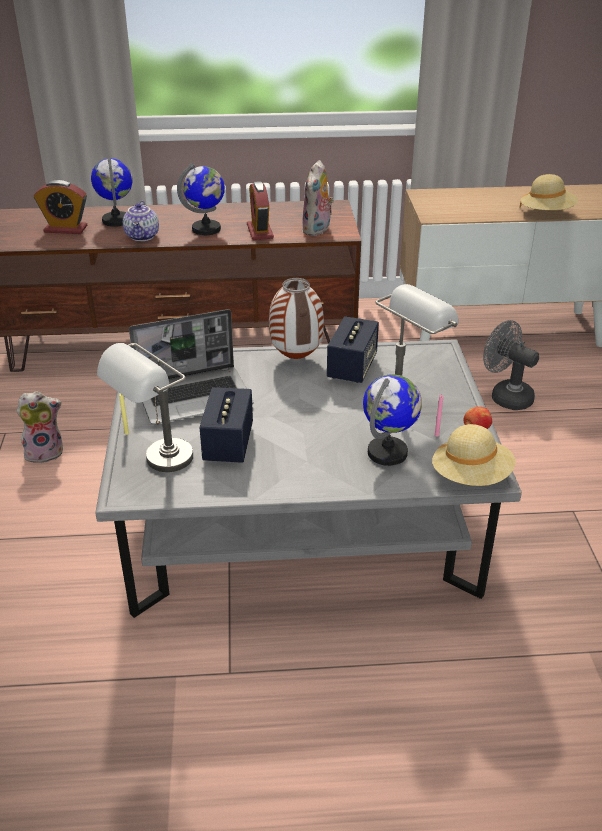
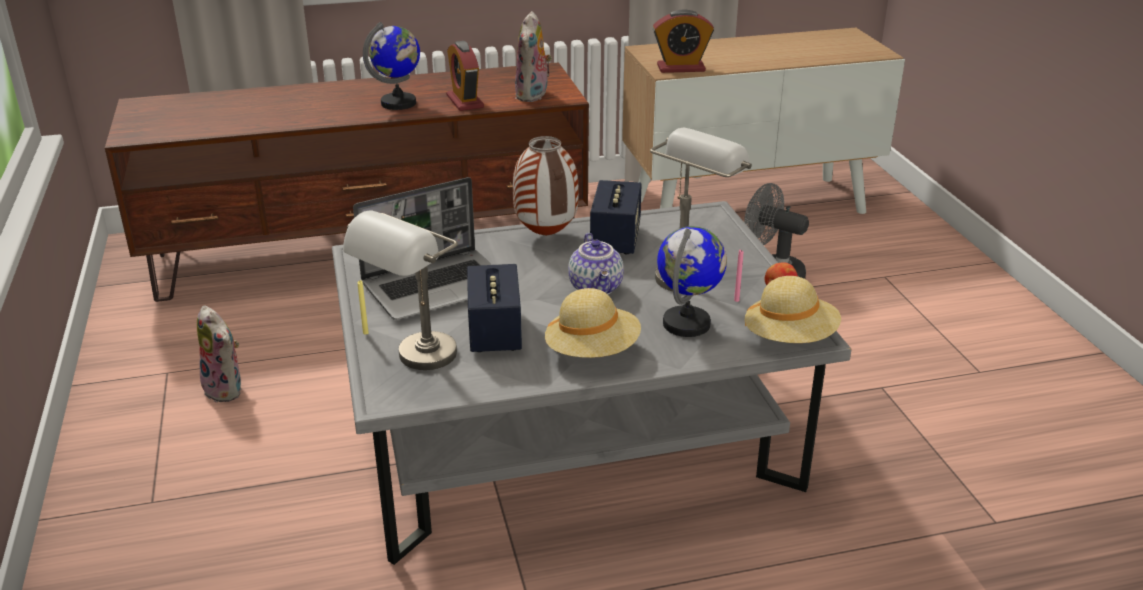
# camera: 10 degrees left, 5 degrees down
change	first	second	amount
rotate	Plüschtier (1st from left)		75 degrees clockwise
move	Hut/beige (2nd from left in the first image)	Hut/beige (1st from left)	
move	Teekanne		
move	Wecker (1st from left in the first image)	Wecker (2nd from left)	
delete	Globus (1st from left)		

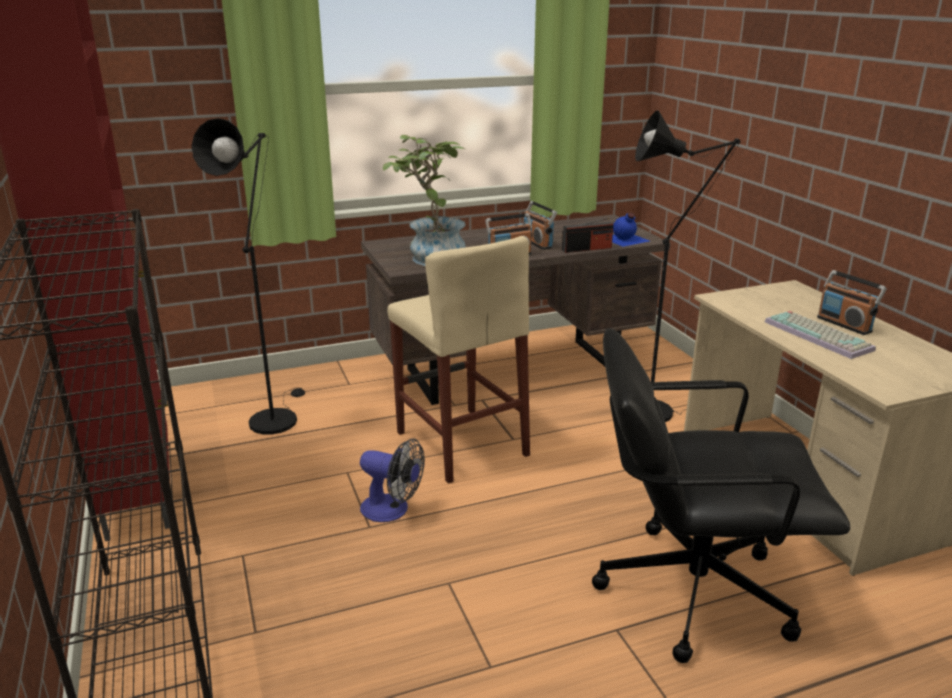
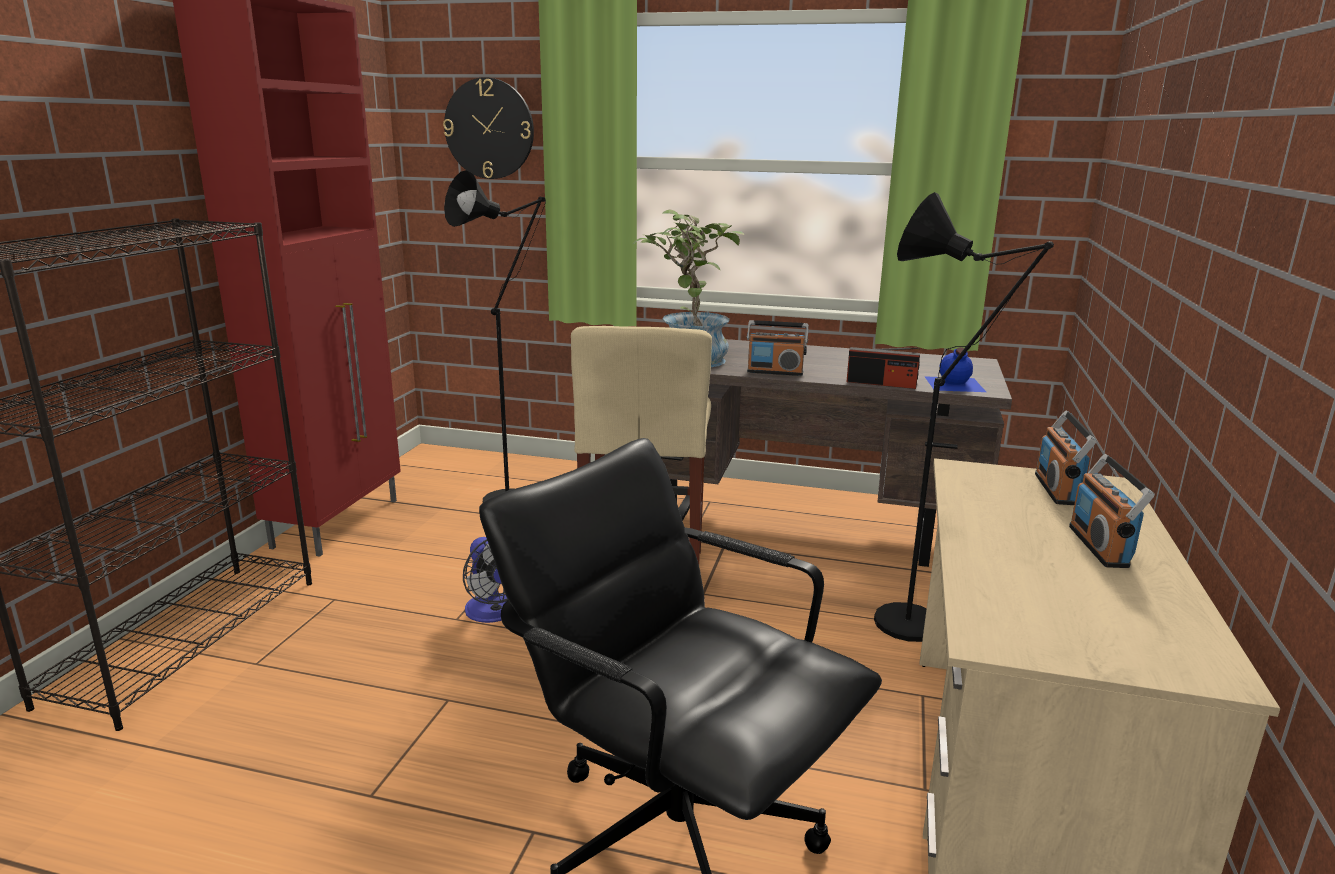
# camera: 35 degrees right, 5 degrees down
change	first	second	amount
insert		Wanduhr	
move	Radio (2nd from left in the first image)	Radio (3rd from left)	
delete	Tastatur		

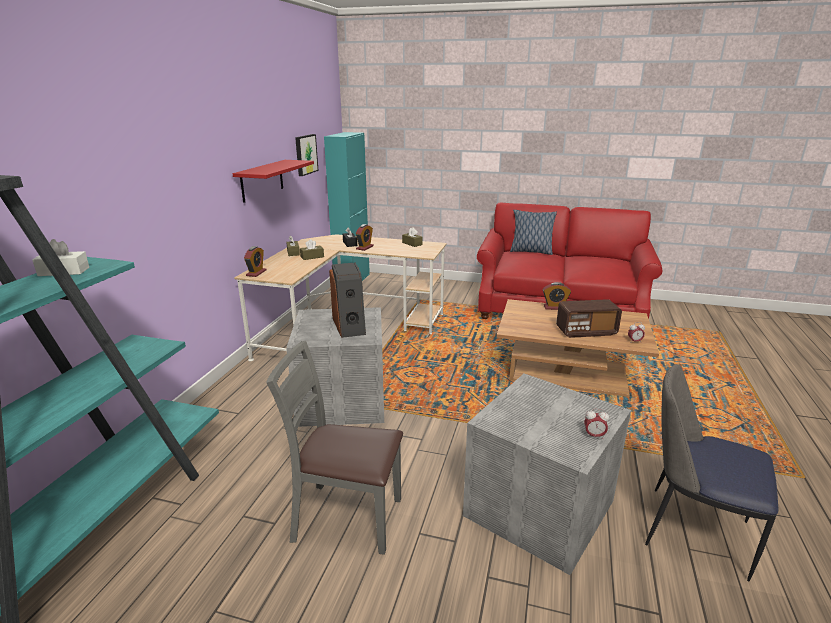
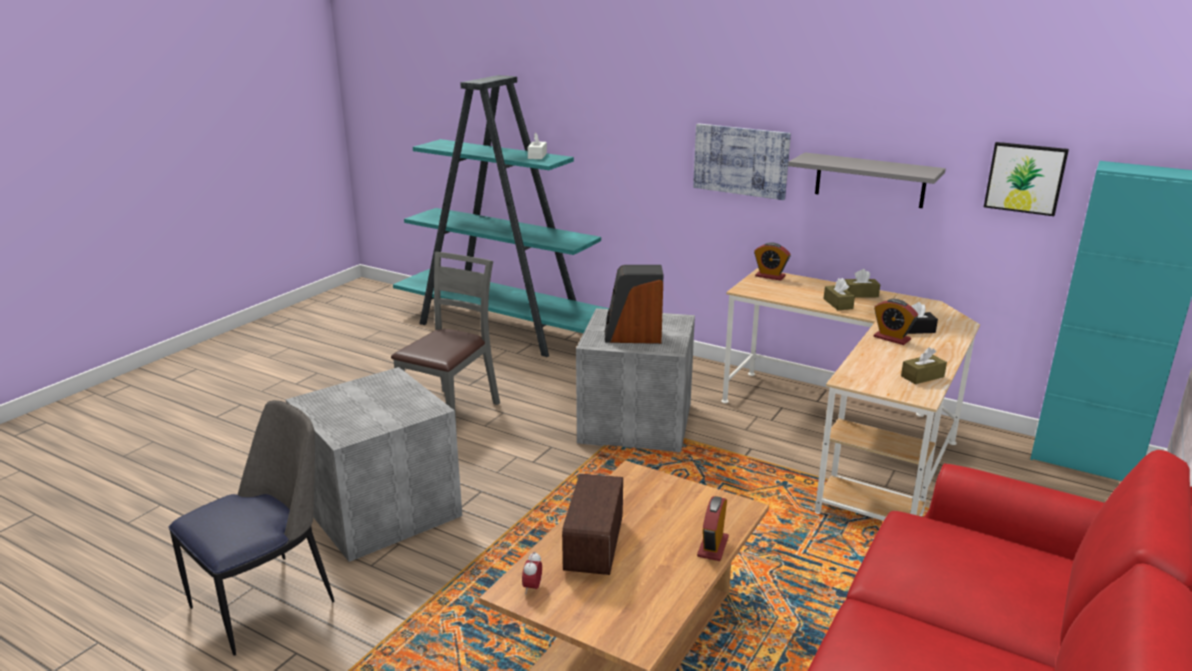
# camera: 105 degrees right, 0 degrees up
change	first	second	amount
insert		Bild (1st from left)	
recolor	Wandregal/rot	Wandregal/grau	
delete	Kissen		
delete	Wecker (4th from left)		

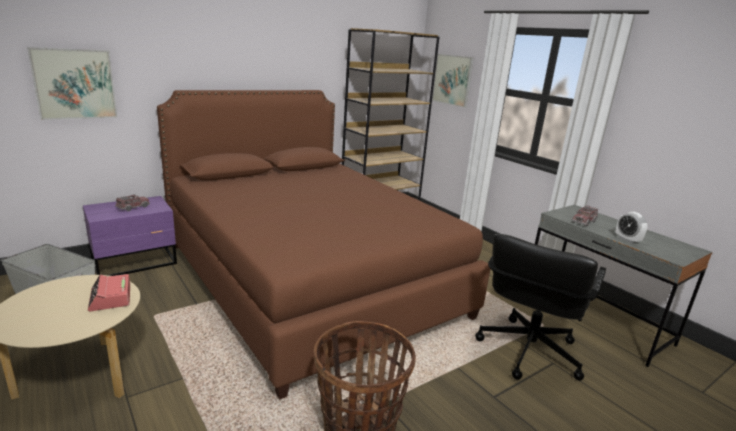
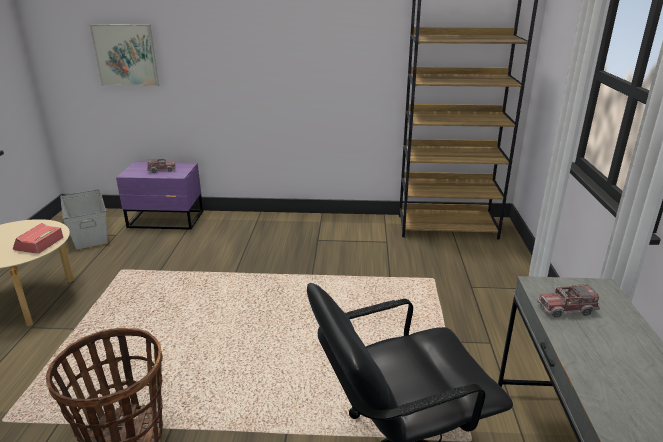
# camera: 40 degrees right, 5 degrees up
change	first	second	amount
delete	Bett/braun		
delete	Bild (2nd from left)		
delete	Wecker (2nd from left)		

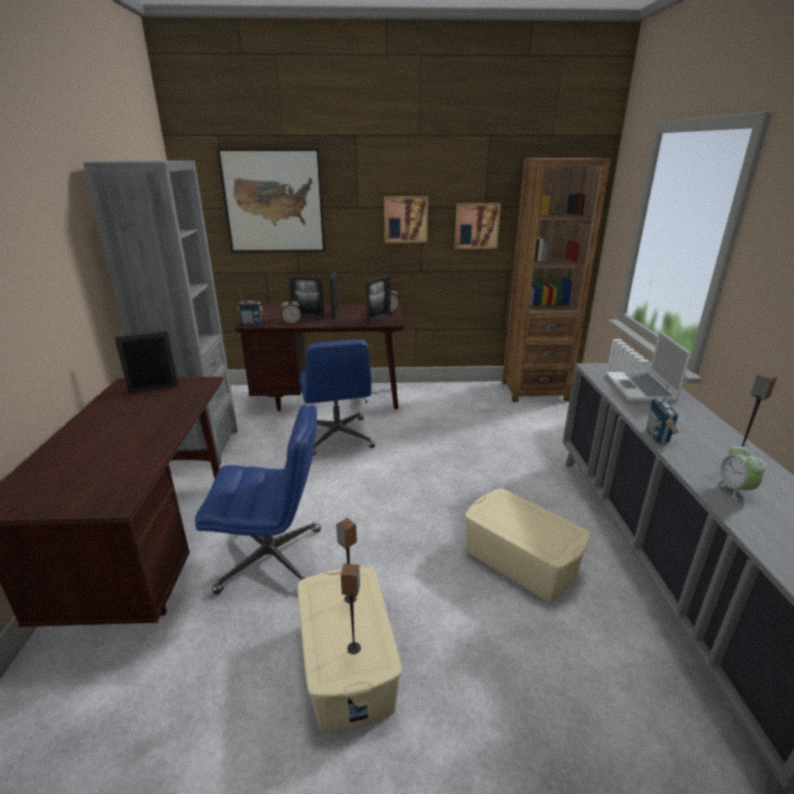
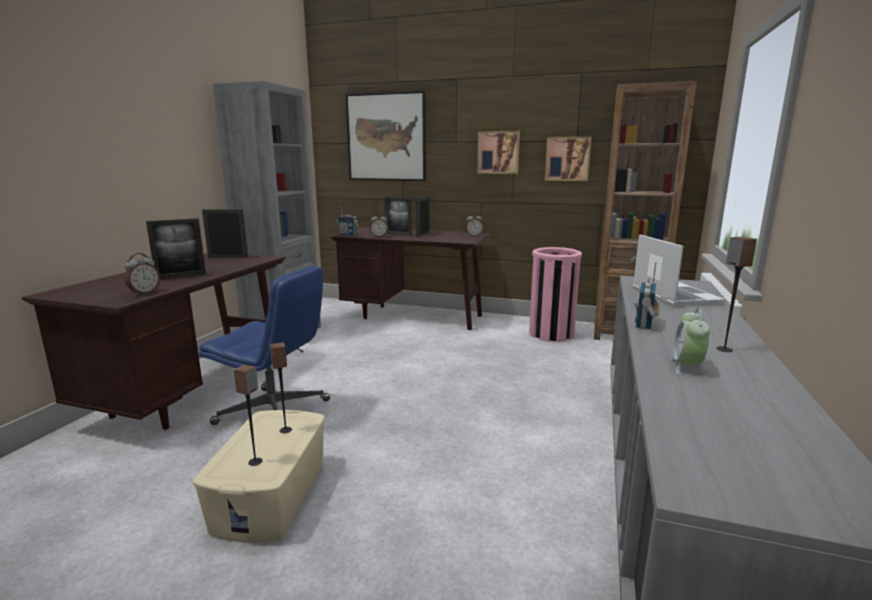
# camera: 20 degrees right, 10 degrees down
change	first	second	amount
insert		Wecker (1st from left)	
move	Bilderrahmen (4th from left in the first image)	Bilderrahmen (1st from left)	
insert		Mülleimer/rosa	
rotate	Laptop		150 degrees clockwise
delete	Bürostuhl/blau (2nd from left)		
delete	Aufbewahrungsbox/beige (2nd from left)		

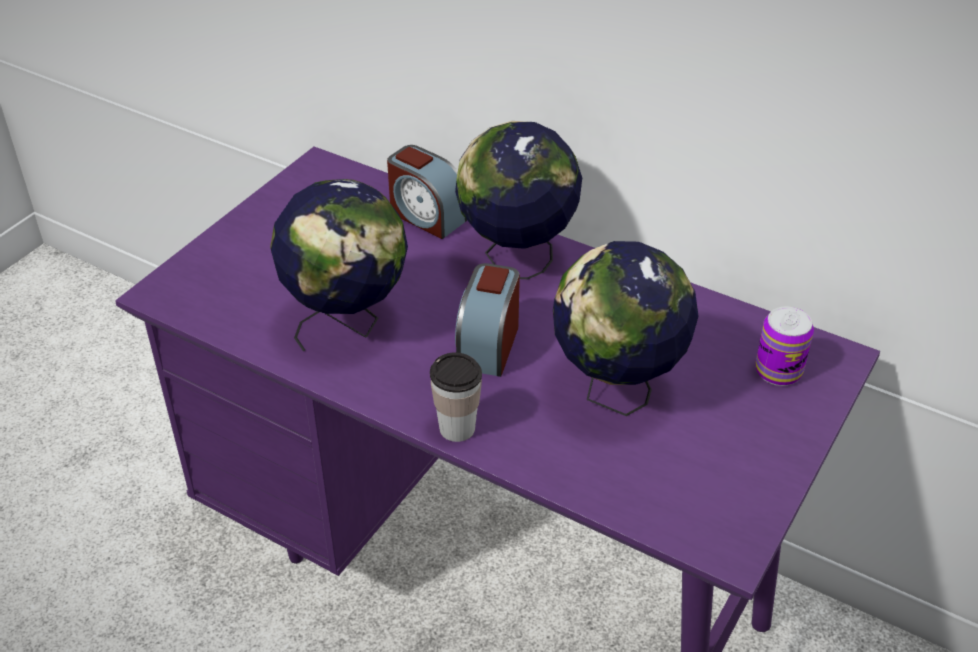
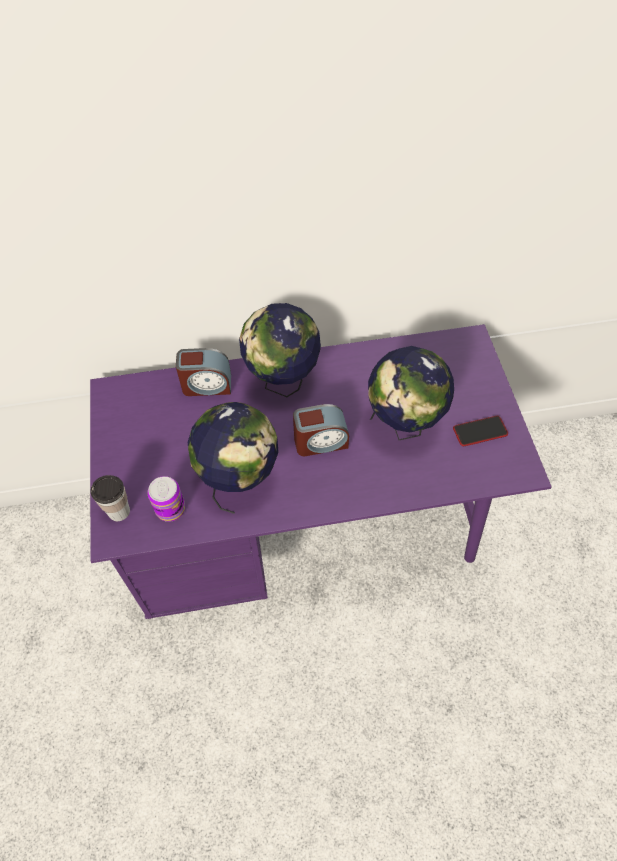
# camera: 40 degrees left, 15 degrees up
change	first	second	amount
move	Tasse		
move	Dose		
rotate	Wecker (2nd from left)		75 degrees counterclockwise
insert		Handy	

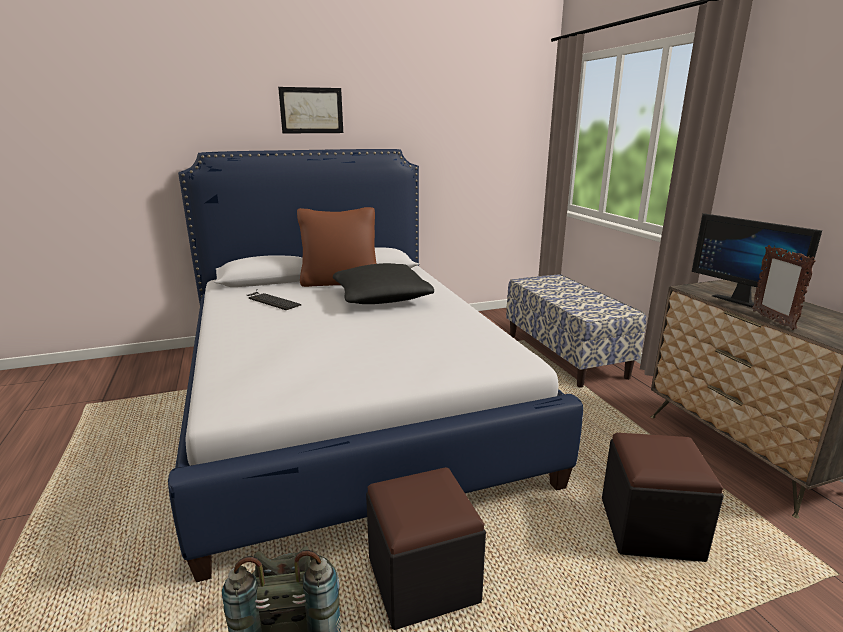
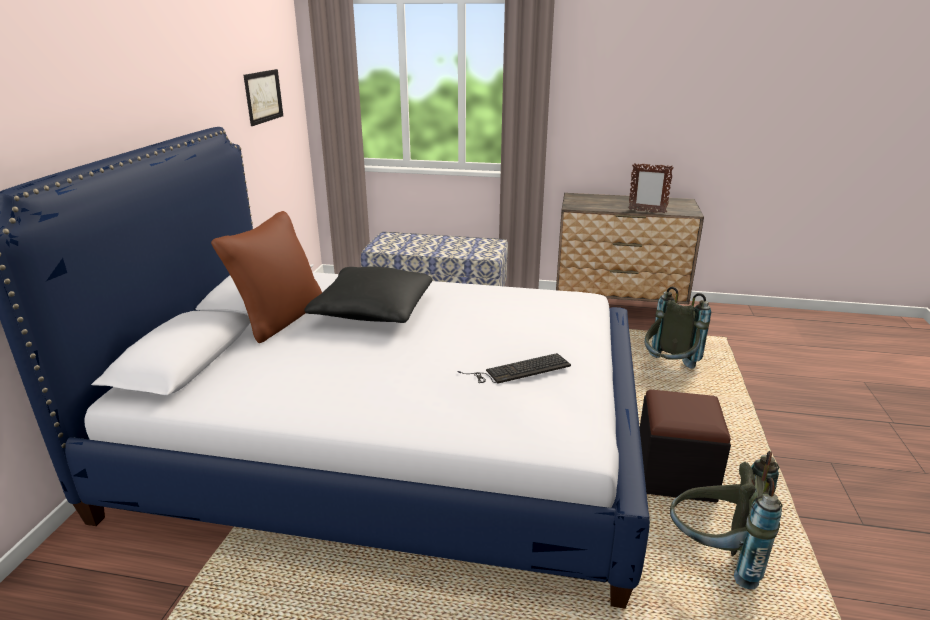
# camera: 60 degrees left, 5 degrees up
change	first	second	amount
move	Bild		
move	Tastatur		
replace	Polsterhocker/schwarz (2nd from left)	Rucksack/grau (1st from left)	
delete	Monitor		

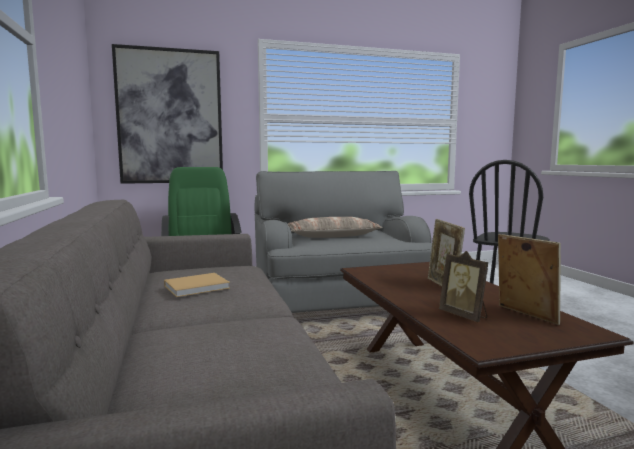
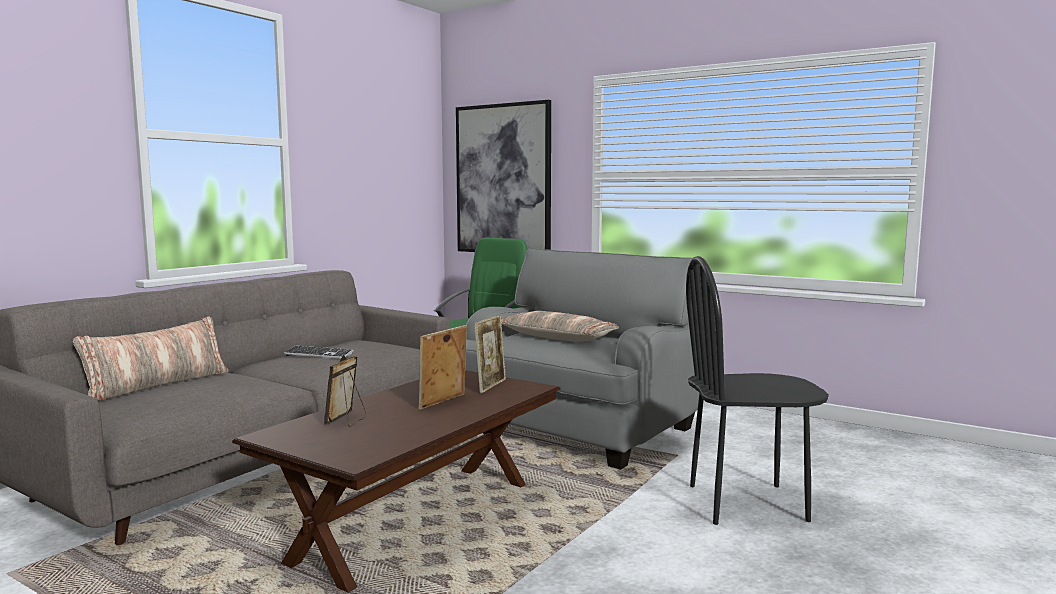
# camera: 50 degrees right, 0 degrees up
change	first	second	amount
insert		Kissen (1st from left)	
replace	Buch/beige	Tastatur	
move	Bilderrahmen (3rd from left)		

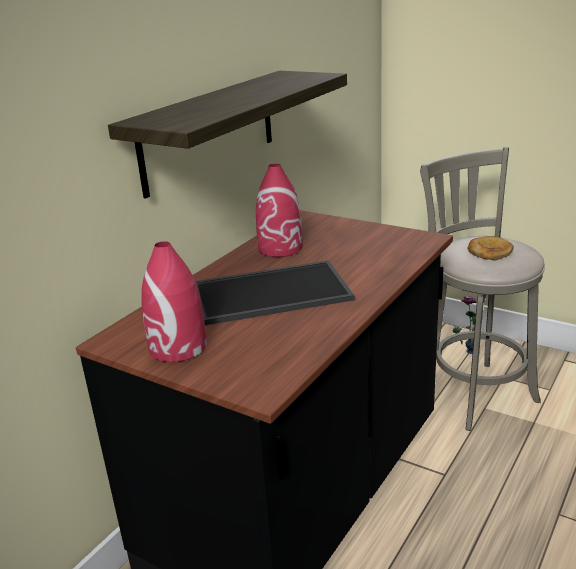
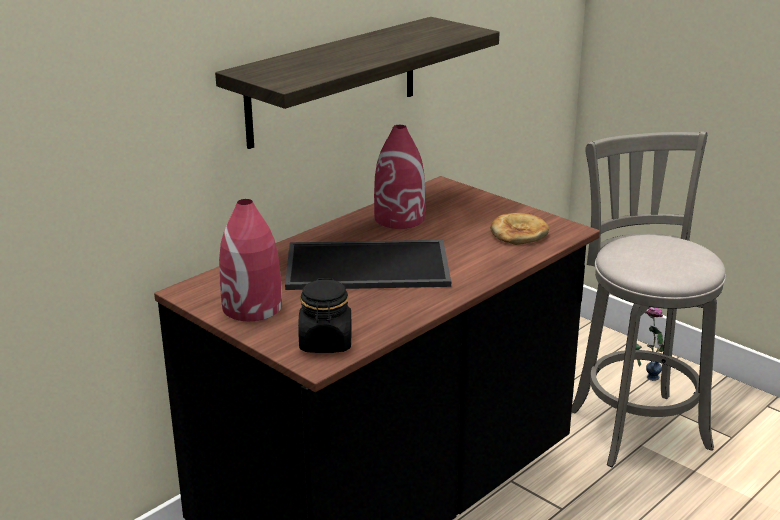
# camera: 10 degrees right, 0 degrees up
change	first	second	amount
insert		Vorratsglas/schwarz	
move	Brot		

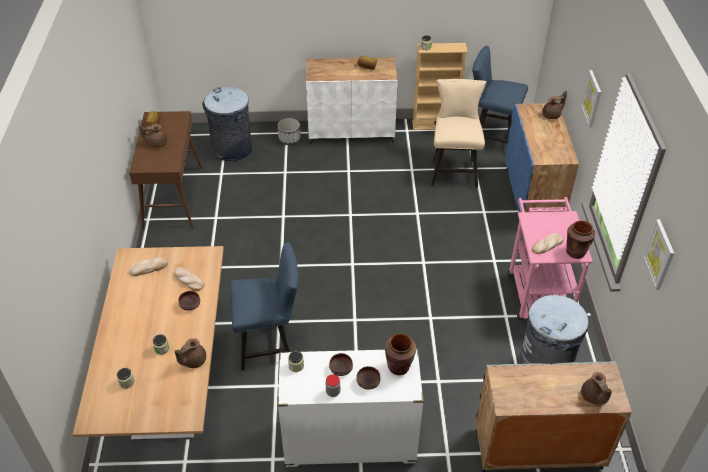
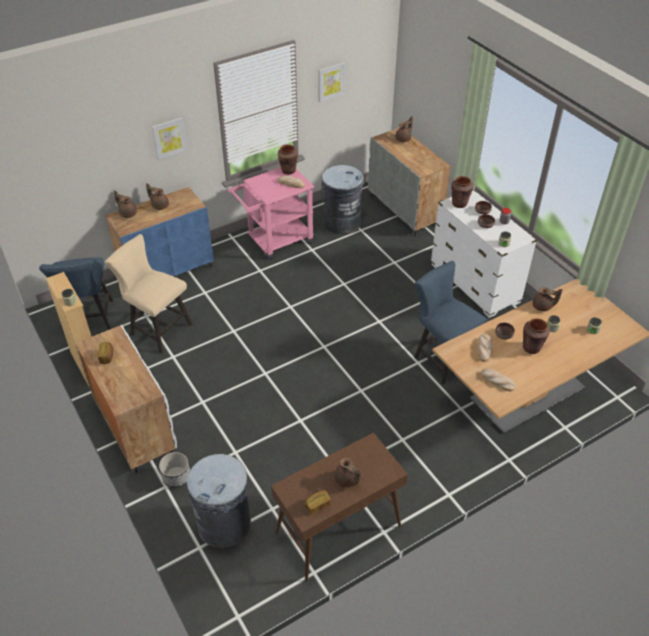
# camera: 120 degrees left, 0 degrees up
change	first	second	amount
rotate	Stuhl/beige		60 degrees clockwise
insert		Teekanne/braun (2nd from left)	
insert		Vase/braun (3rd from left)	

